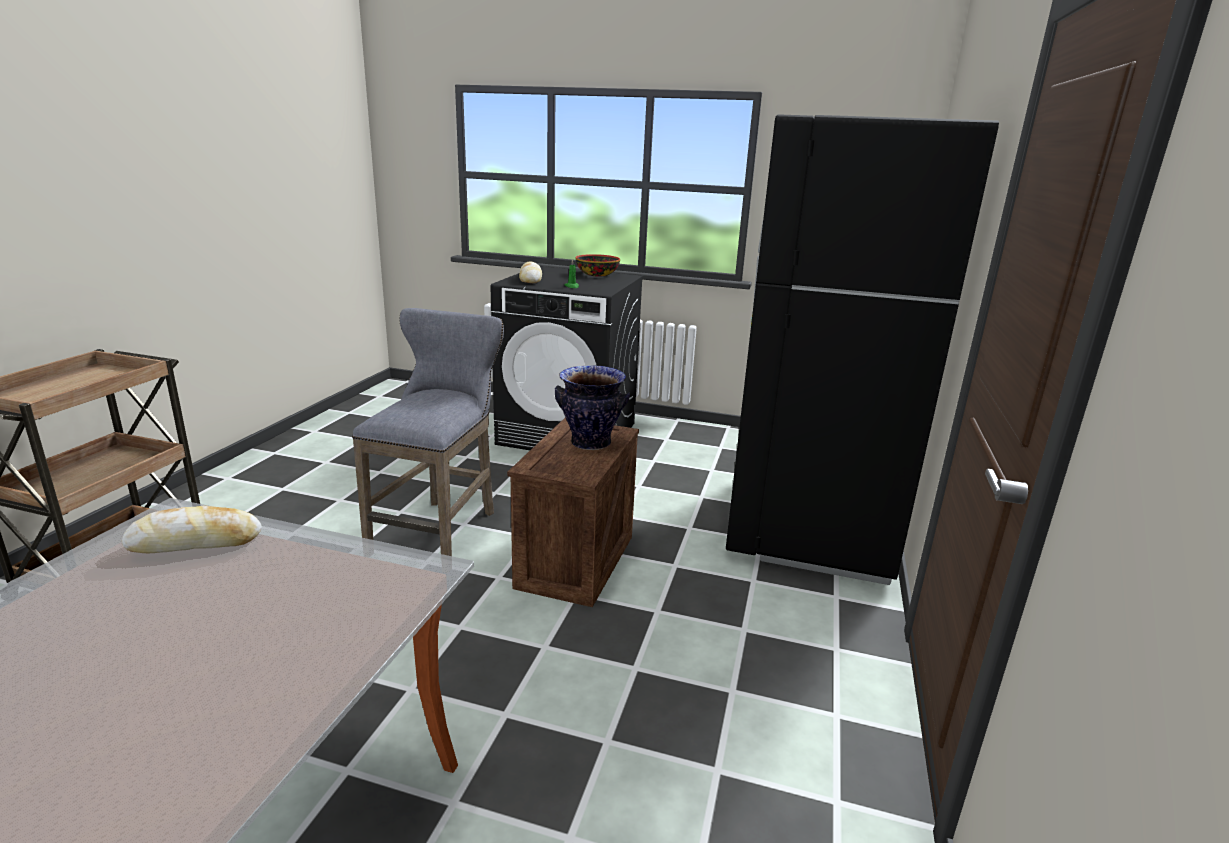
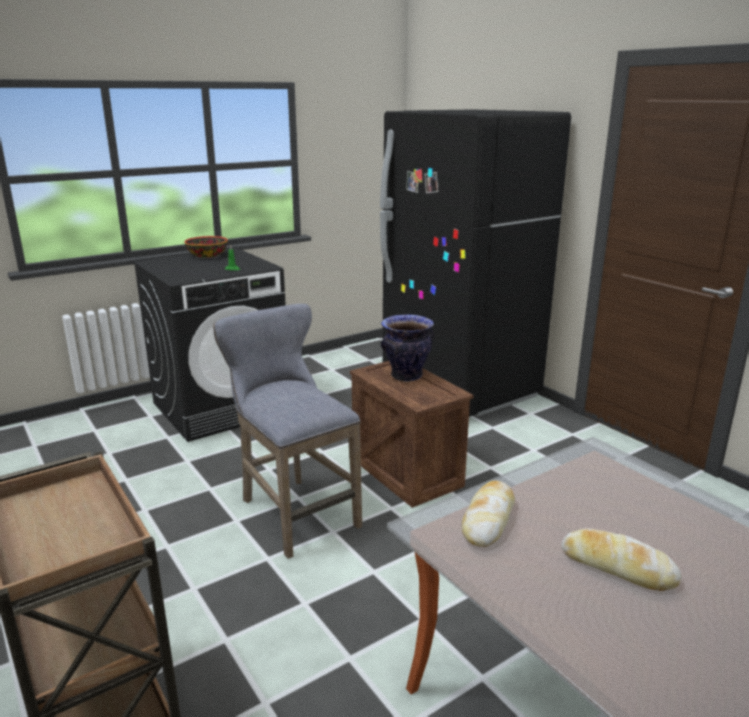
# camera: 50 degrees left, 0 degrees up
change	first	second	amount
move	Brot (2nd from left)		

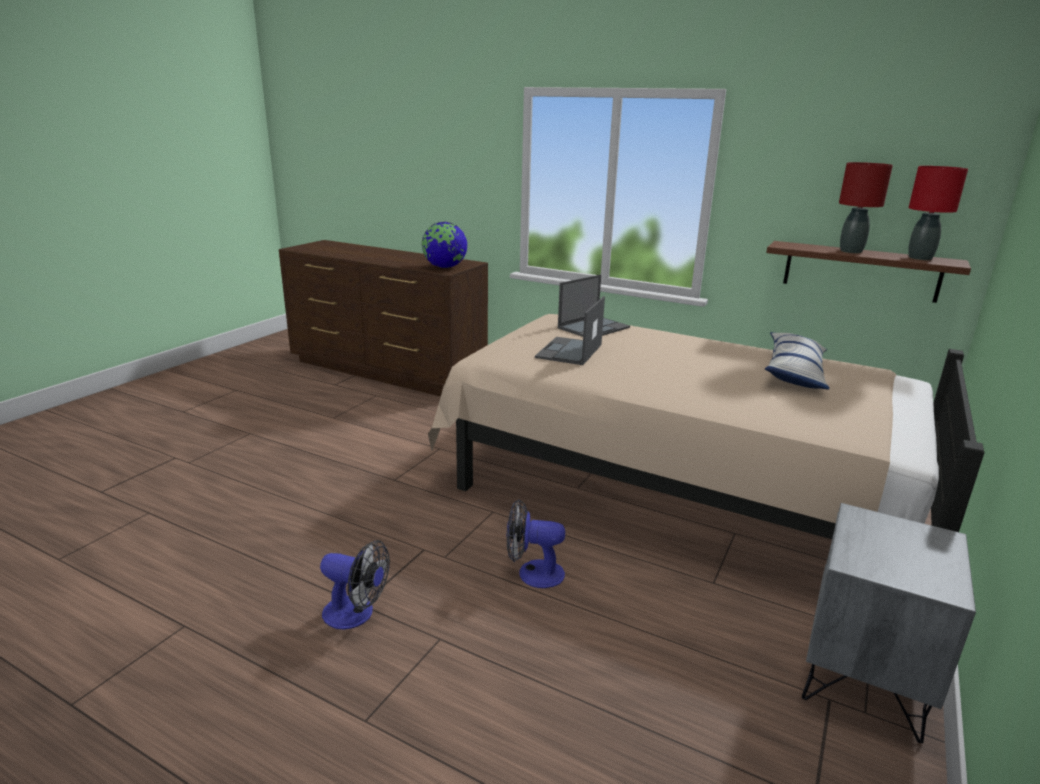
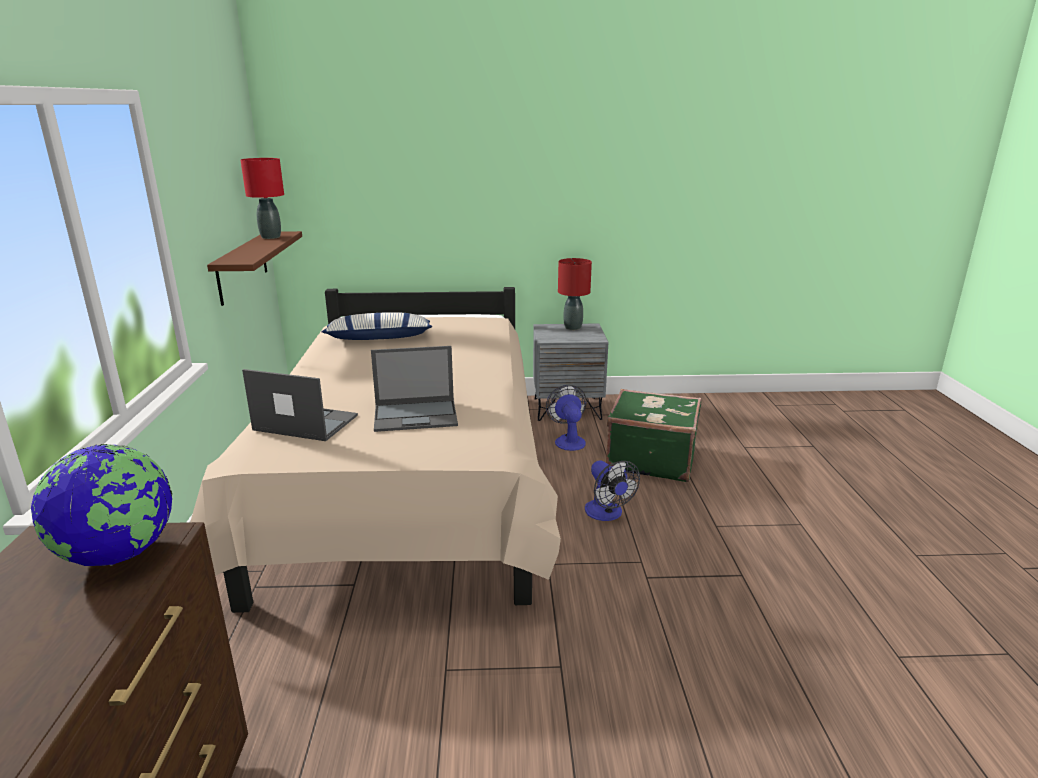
# camera: 120 degrees left, 0 degrees up
change	first	second	amount
move	Ventilator (1st from left)		
move	Tischlampe/rot (1st from left in the first image)	Tischlampe/rot (2nd from left)	
insert		Koffer/grün	

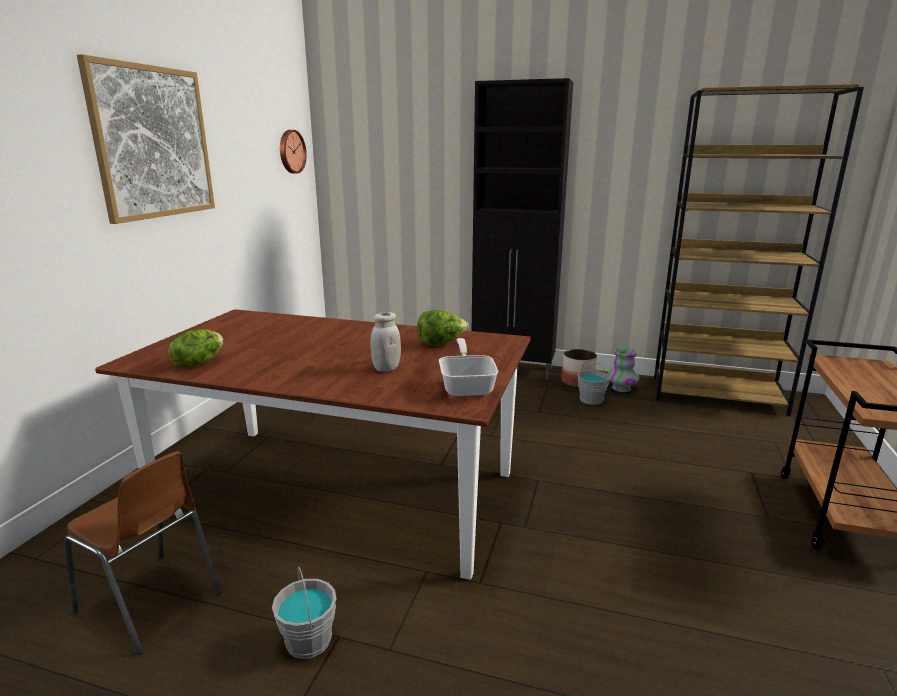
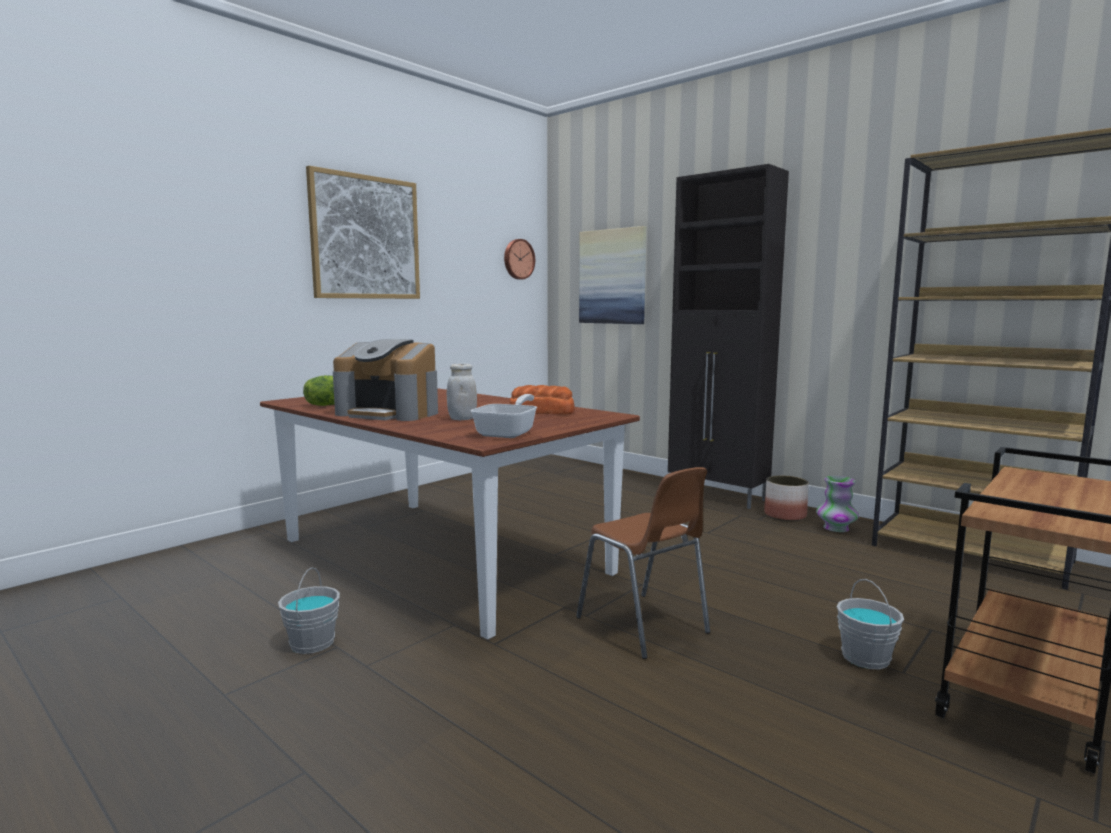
# camera: 25 degrees right, 10 degrees down
change	first	second	amount
insert		Kaffeemaschine	
replace	Salatkopf (2nd from left)	Brot	
move	Stuhl/braun		
insert		Bild (2nd from left)	
move	Eimer/grau (2nd from left)		

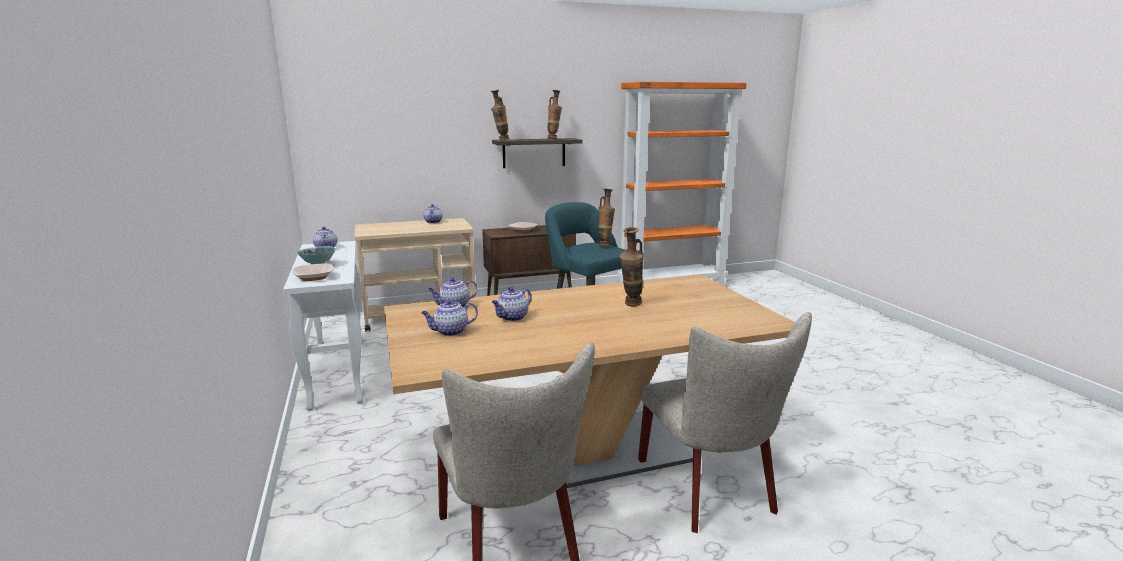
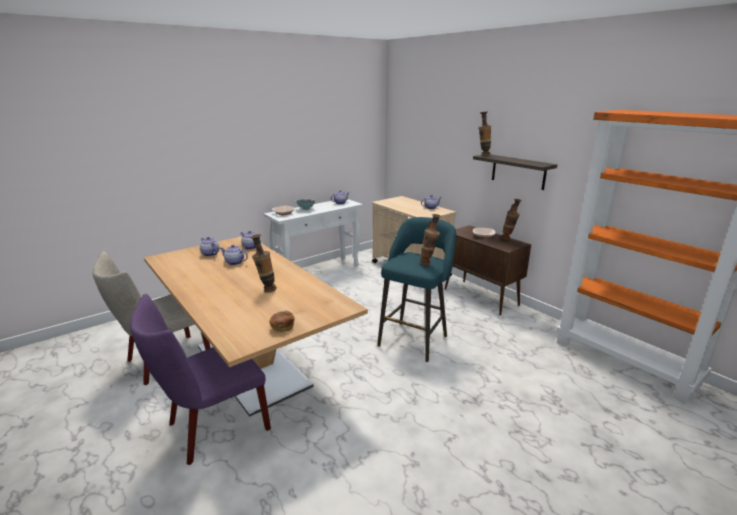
# camera: 70 degrees right, 5 degrees up
change	first	second	amount
recolor	Stuhl/beige (2nd from left)	Stuhl/lila	
insert		Brot	
move	Vase (2nd from left in the first image)	Vase (4th from left)	

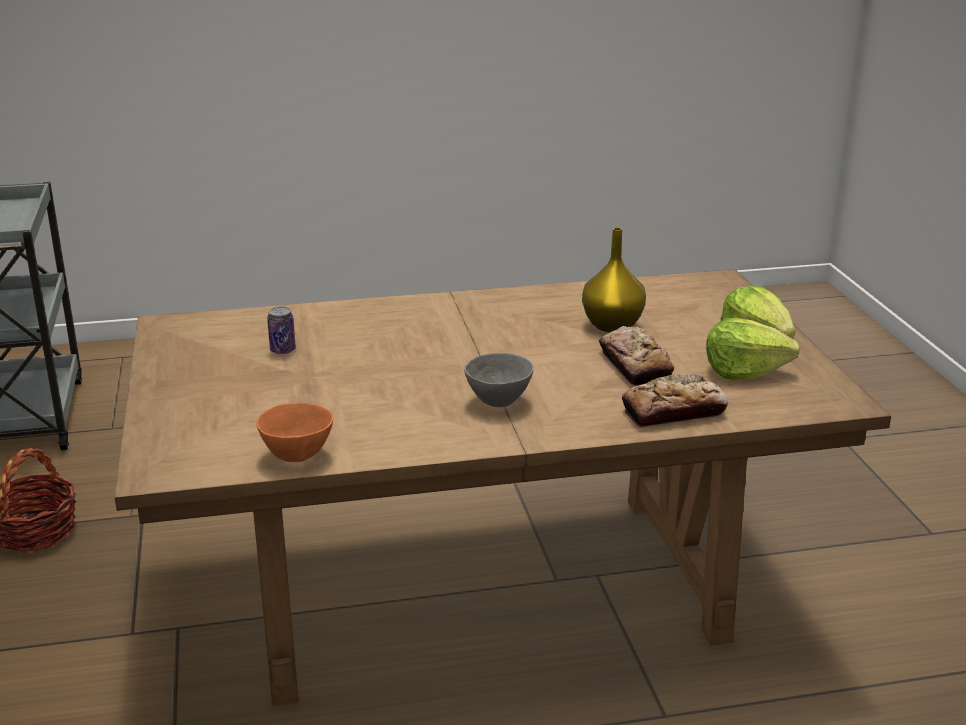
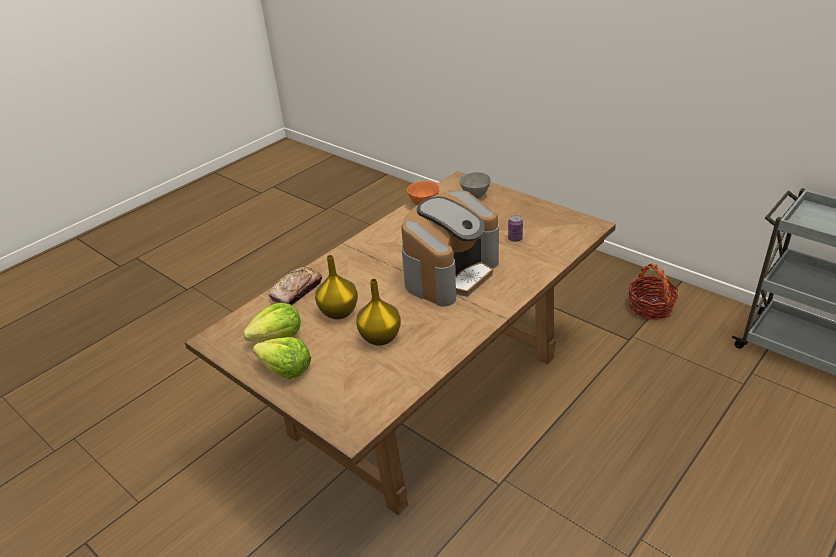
# camera: 145 degrees right, 10 degrees up
change	first	second	amount
replace	Brot (1st from left)	Vase/gelb (1st from left)	
insert		Kaffeemaschine	
move	Schüssel/grau		

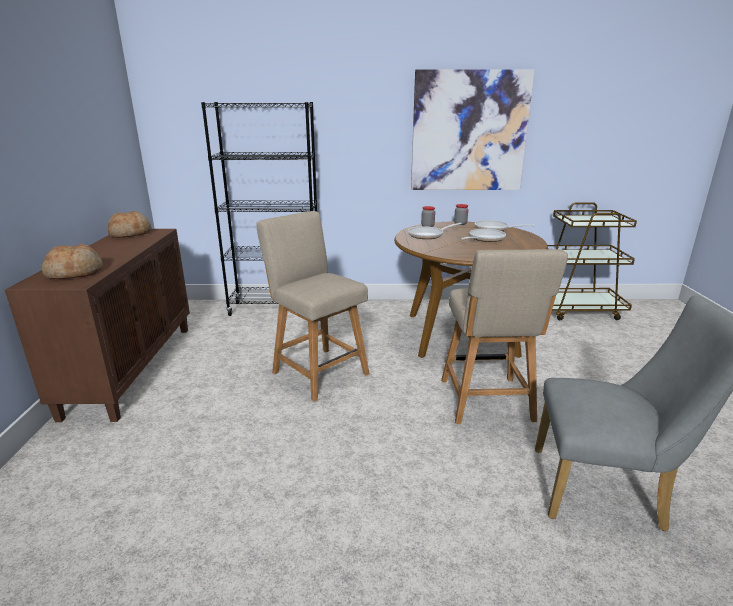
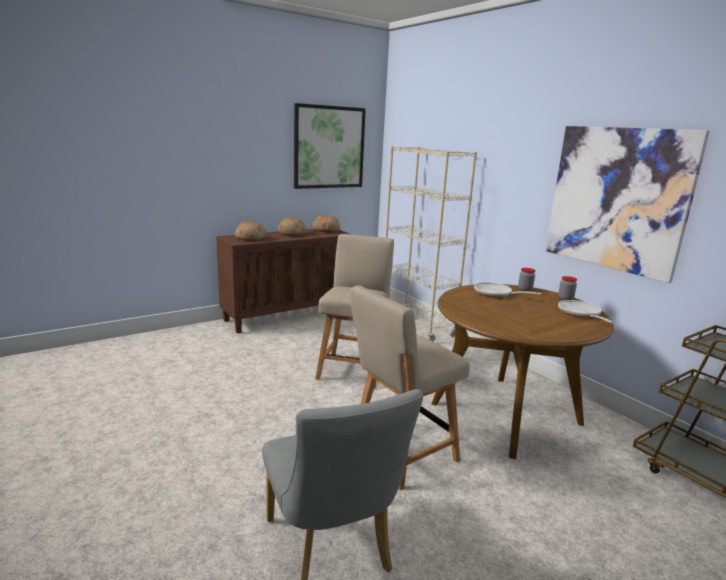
# camera: 55 degrees right, 5 degrees down
change	first	second	amount
insert		Brot (2nd from left)	
insert		Bild (1st from left)	
recolor	Bücherregal/schwarz	Bücherregal/beige	
delete	Pfanne (2nd from left)		

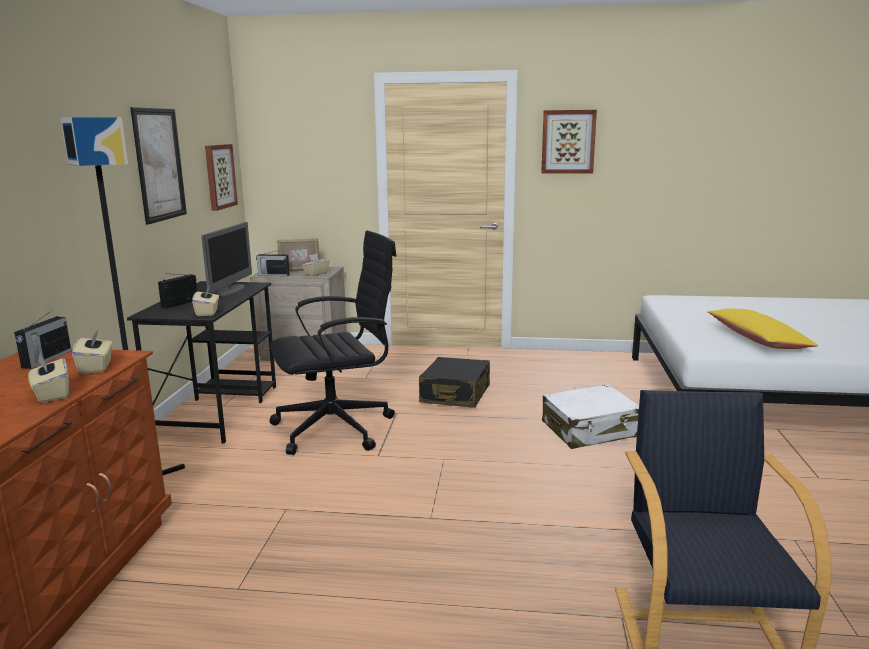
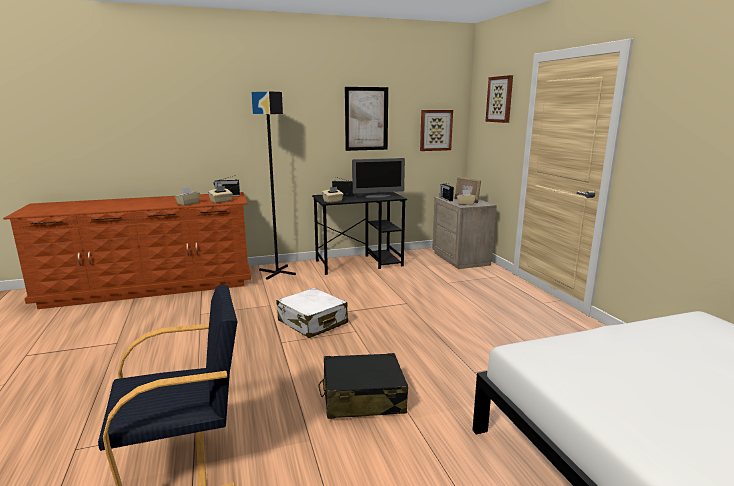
# camera: 65 degrees right, 0 degrees up
change	first	second	amount
move	Koffer/weiß		
move	Koffer/schwarz		
move	Bild (3rd from left)		
delete	Bürostuhl/schwarz		
delete	Kissen/gelb		

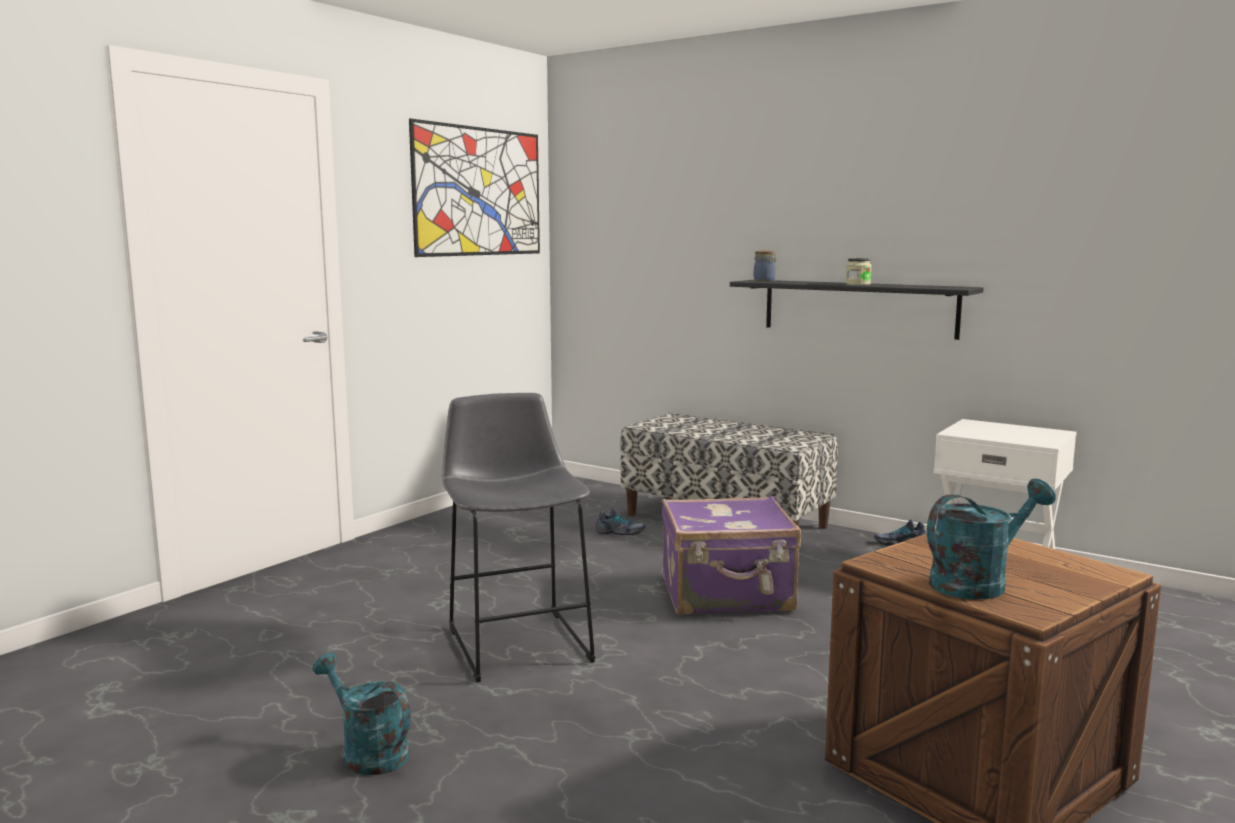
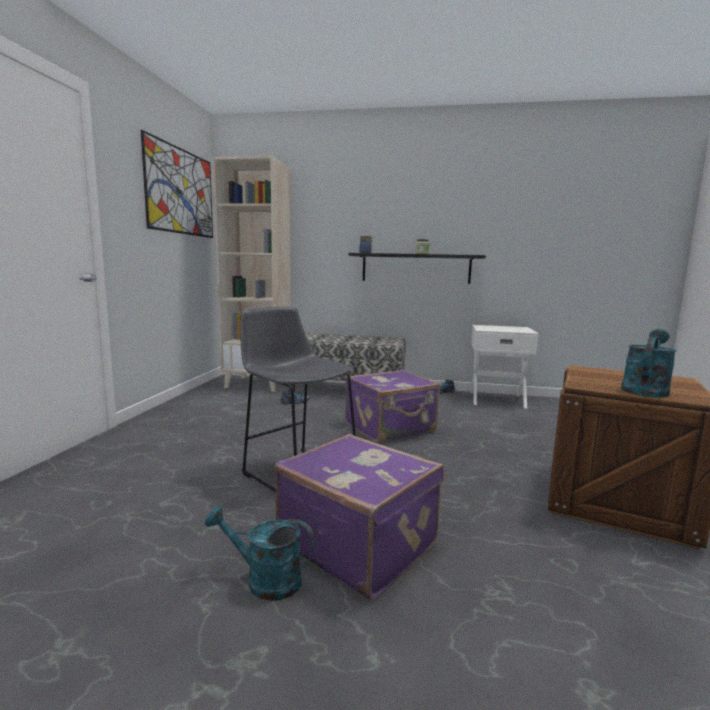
# camera: 25 degrees left, 0 degrees up
change	first	second	amount
insert		Bücherregal/beige	
insert		Koffer/lila (1st from left)	

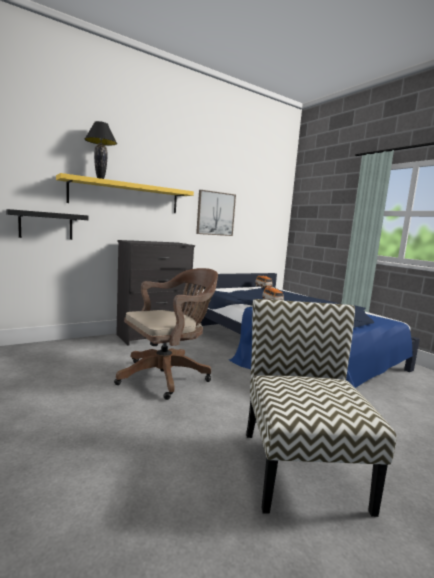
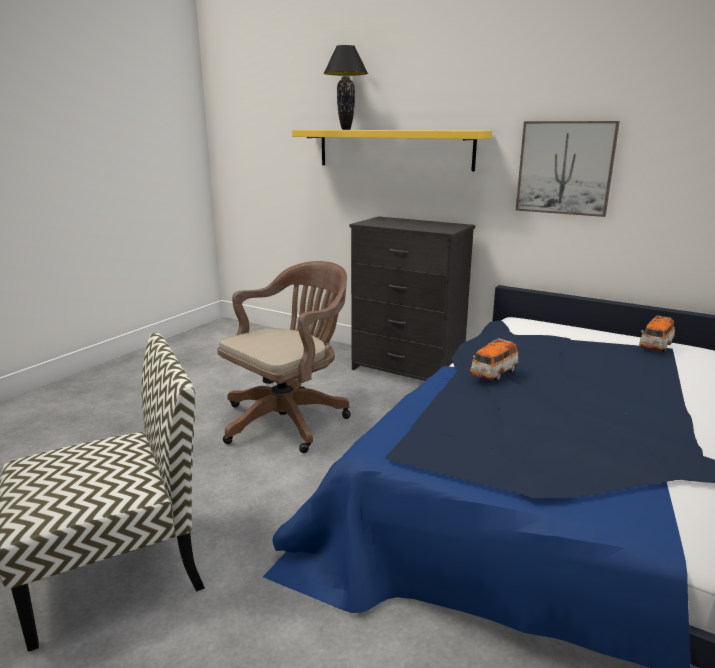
# camera: 65 degrees right, 10 degrees up
change	first	second	amount
rotate	Bürostuhl/braun		75 degrees counterclockwise
delete	Wandregal/schwarz		

